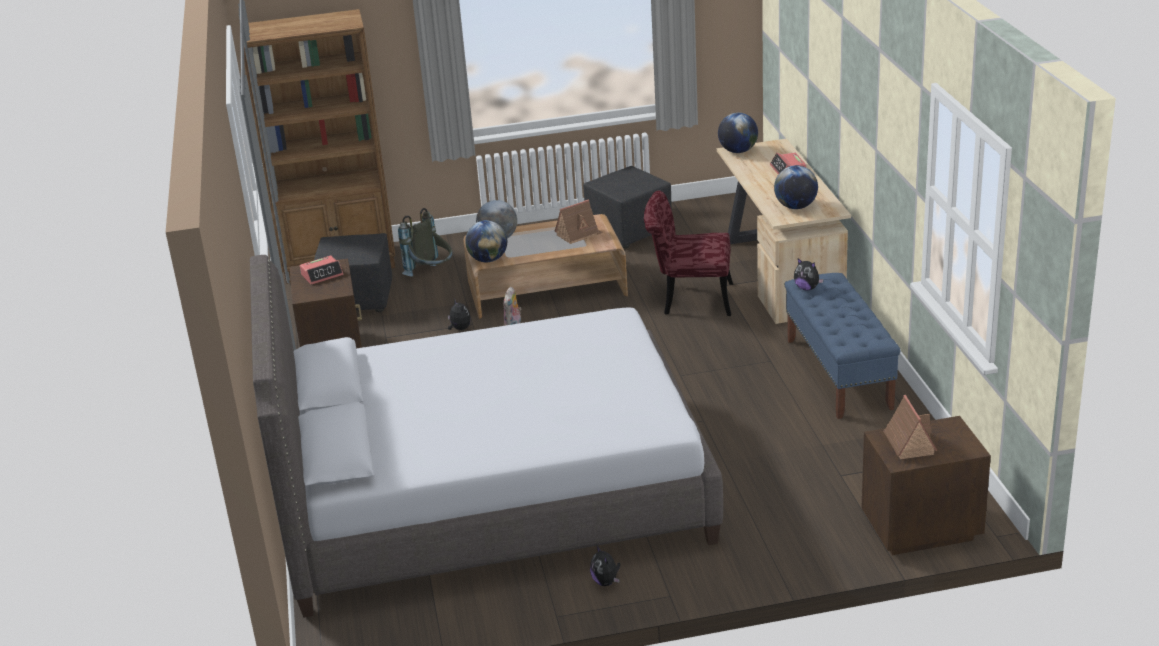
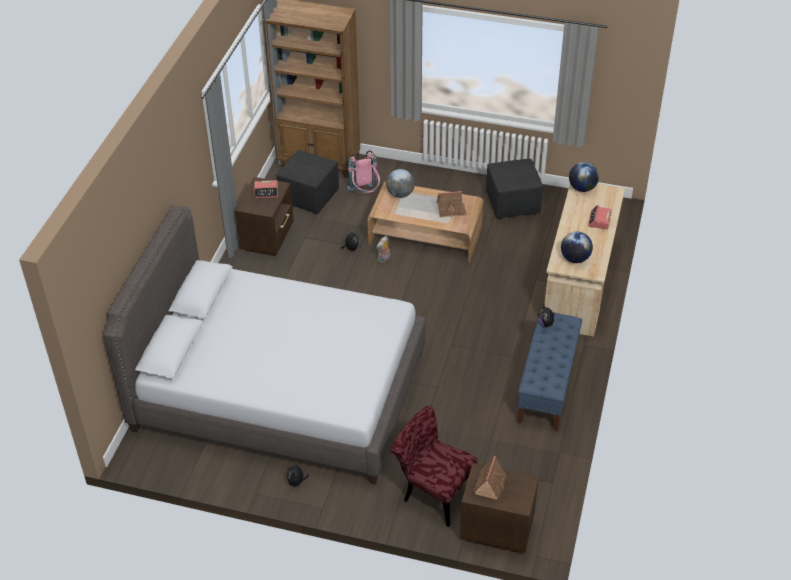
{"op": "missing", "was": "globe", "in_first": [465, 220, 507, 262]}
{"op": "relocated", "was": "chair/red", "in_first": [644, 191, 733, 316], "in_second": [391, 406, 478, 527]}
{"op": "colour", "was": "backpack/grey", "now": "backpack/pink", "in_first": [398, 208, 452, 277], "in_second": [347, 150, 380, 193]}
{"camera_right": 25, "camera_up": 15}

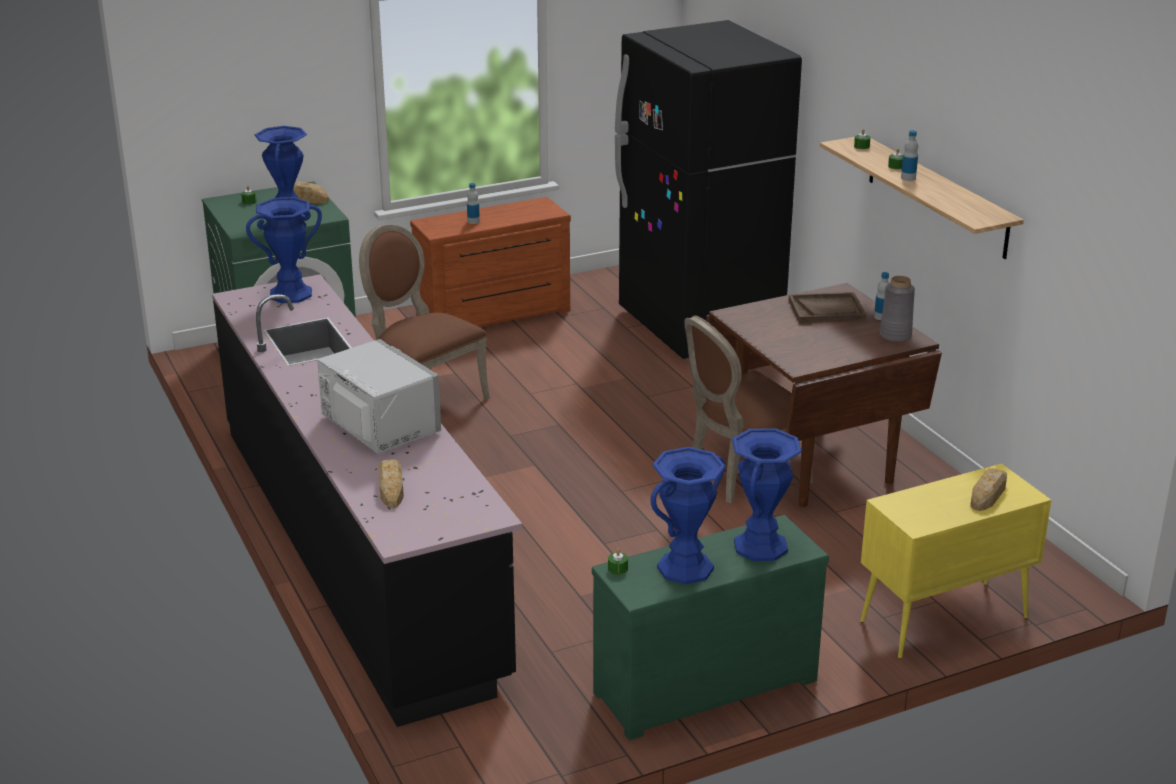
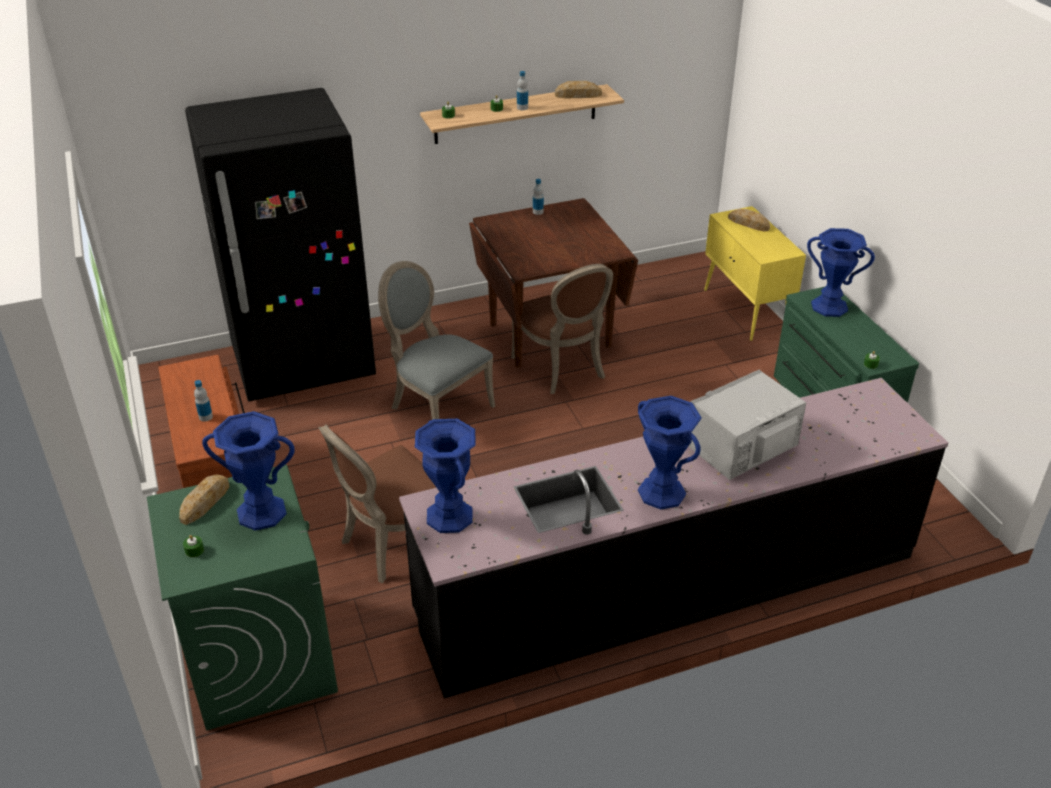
{"op": "missing", "was": "tray/brown", "in_first": [789, 292, 867, 323]}
{"op": "missing", "was": "vase/grey", "in_first": [880, 276, 915, 342]}
{"op": "appeared", "now": "chair/grey", "in_second": [378, 261, 495, 420]}
{"op": "relocated", "was": "bread", "in_first": [378, 459, 404, 508], "in_second": [555, 81, 602, 99]}
{"op": "relocated", "was": "vase/blue", "in_first": [650, 447, 726, 584], "in_second": [638, 396, 702, 510]}
{"camera_right": -85, "camera_up": 10}

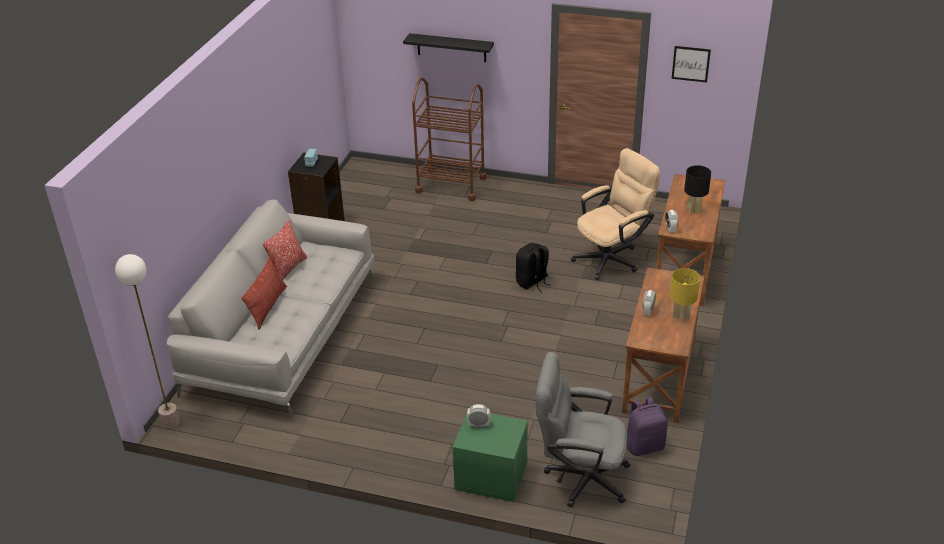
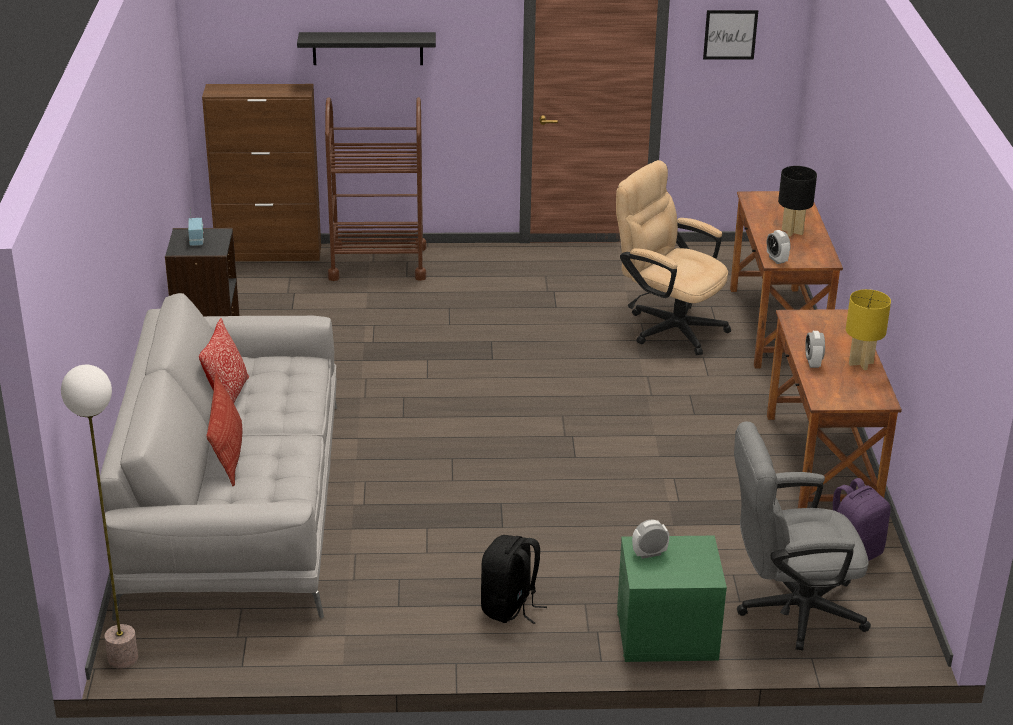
{"op": "appeared", "now": "cabinet/brown", "in_second": [202, 84, 321, 261]}
{"op": "relocated", "was": "backpack/black", "in_first": [516, 243, 552, 292], "in_second": [481, 535, 547, 624]}
{"op": "spun", "was": "office chair/beige", "in_first": [571, 148, 660, 280], "in_second": [616, 160, 731, 355], "clockwise": -90}
{"camera_right": -20, "camera_up": -5}

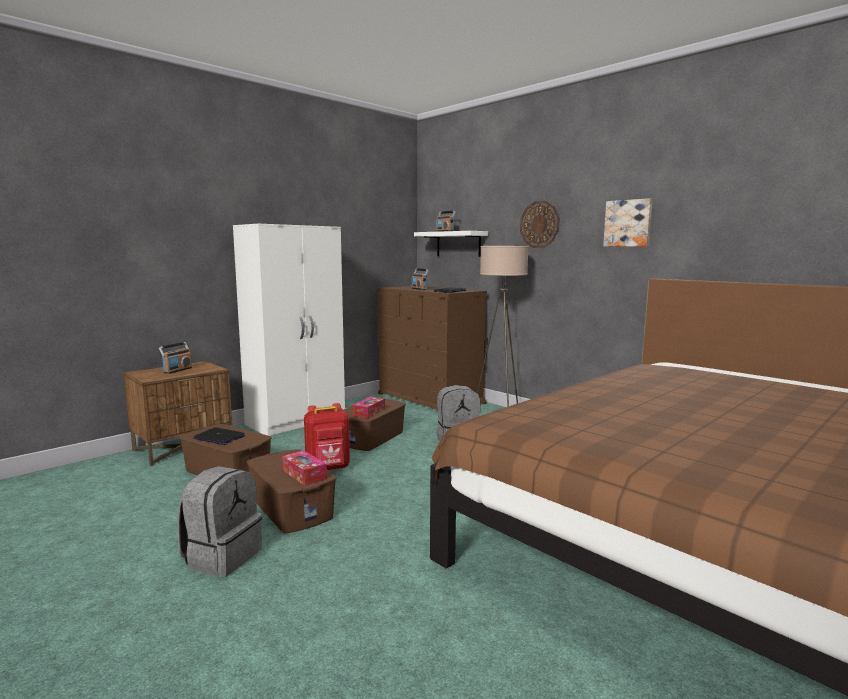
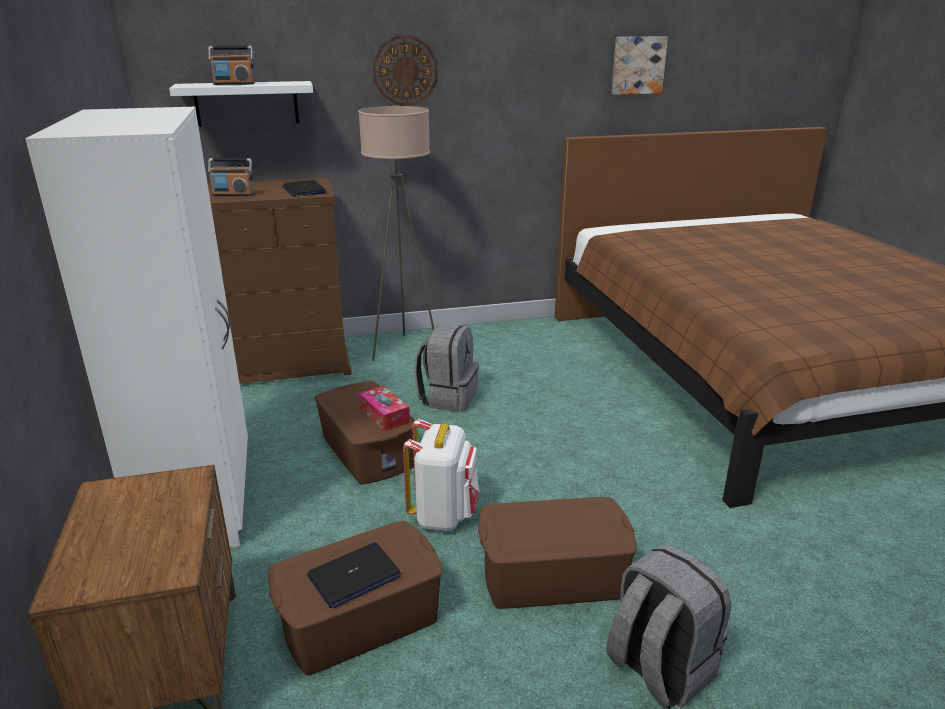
{"op": "missing", "was": "radio", "in_first": [159, 342, 192, 374]}
{"op": "missing", "was": "tissue box", "in_first": [282, 450, 327, 486]}
{"op": "relocated", "was": "picture", "in_first": [603, 198, 653, 247], "in_second": [612, 37, 668, 95]}
{"op": "colour", "was": "backpack/red", "now": "backpack/white", "in_first": [304, 403, 350, 470], "in_second": [403, 419, 480, 531]}
{"camera_right": -60, "camera_up": 15}

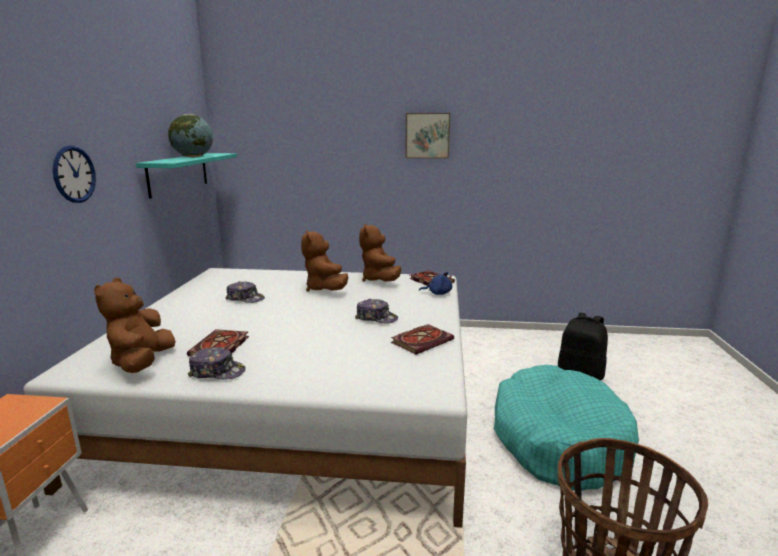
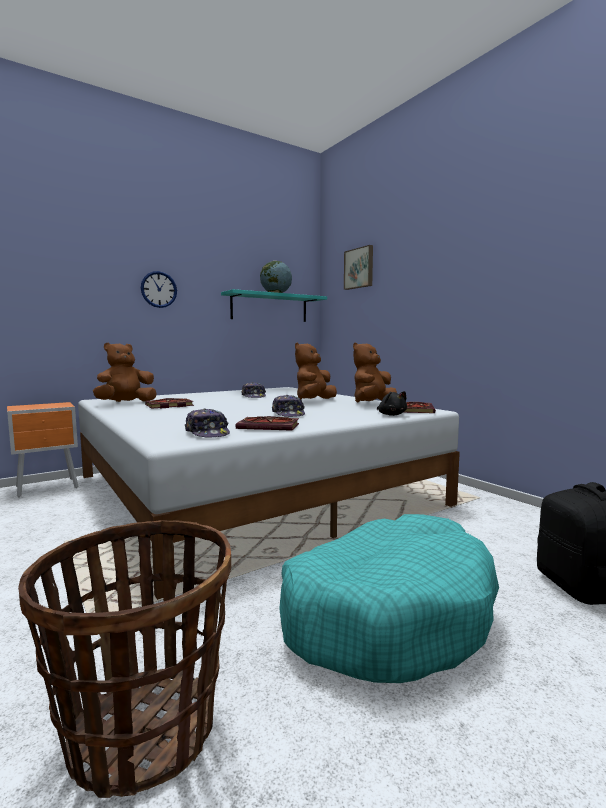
{"op": "relocated", "was": "cap", "in_first": [188, 347, 245, 379], "in_second": [185, 408, 230, 437]}
{"op": "relocated", "was": "picture", "in_first": [405, 113, 450, 159], "in_second": [344, 245, 373, 290]}
{"op": "colour", "was": "plush toy/blue", "now": "plush toy/black", "in_first": [419, 272, 452, 295], "in_second": [377, 391, 407, 416]}
{"camera_right": 50, "camera_up": -10}

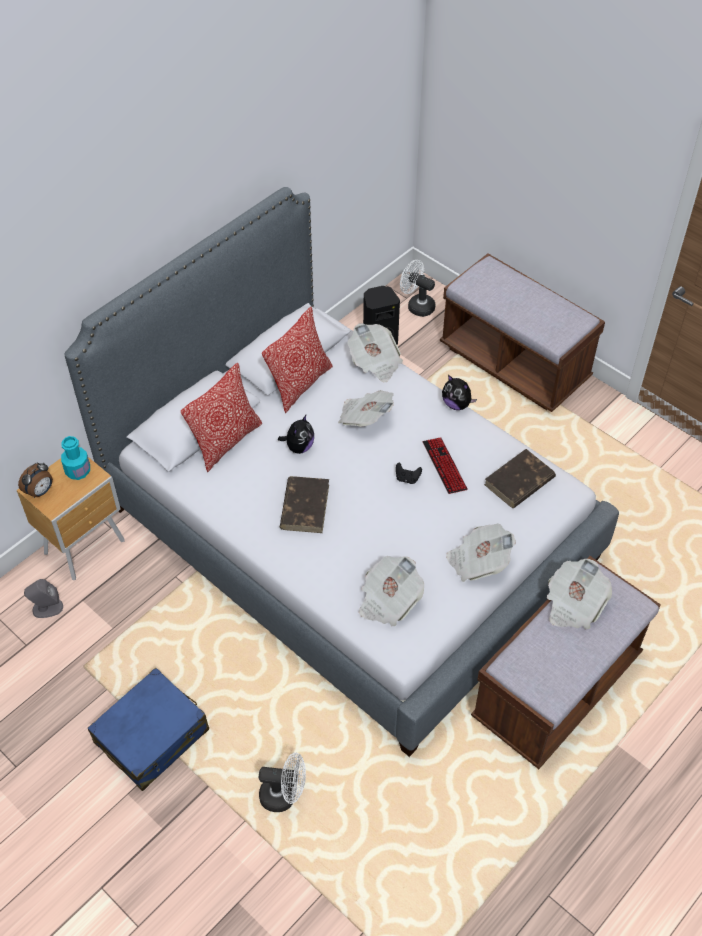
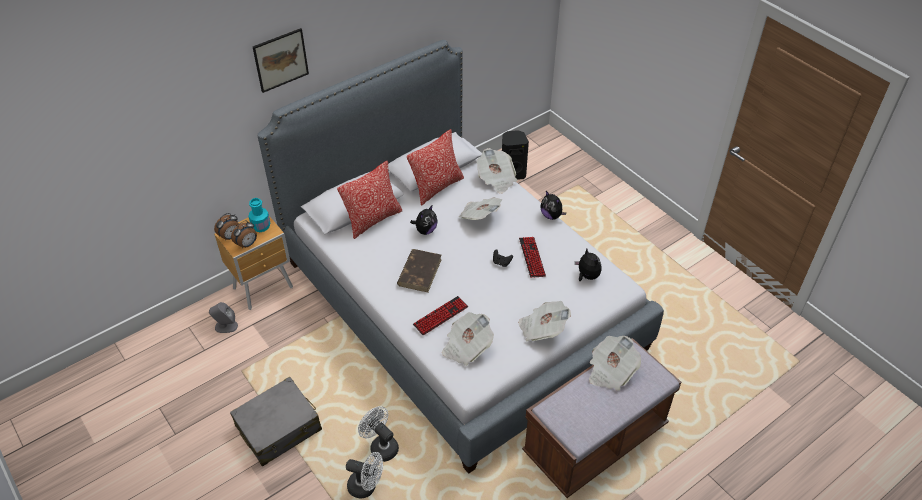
{"op": "missing", "was": "bench/brown", "in_first": [440, 254, 605, 412]}
{"op": "appeared", "now": "alarm clock", "in_second": [231, 221, 257, 249]}
{"op": "appeared", "now": "picture", "in_second": [253, 28, 309, 93]}
{"op": "appeared", "now": "keyboard", "in_second": [413, 296, 468, 336]}
{"op": "relocated", "was": "fan/white", "in_first": [400, 260, 435, 317], "in_second": [358, 406, 399, 462]}
{"op": "exchanged", "was": "book/brown", "now": "plush toy", "in_first": [484, 449, 556, 508], "in_second": [575, 249, 601, 281]}
{"op": "colour", "was": "suitcase/blue", "now": "suitcase/grey", "in_first": [88, 668, 209, 791], "in_second": [230, 377, 322, 466]}
{"camera_right": 10, "camera_up": -5}

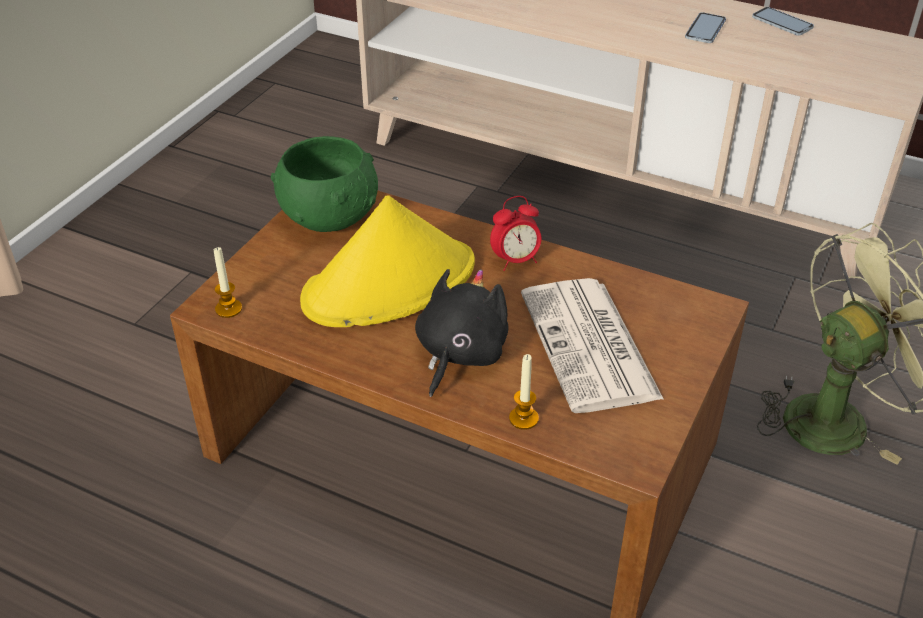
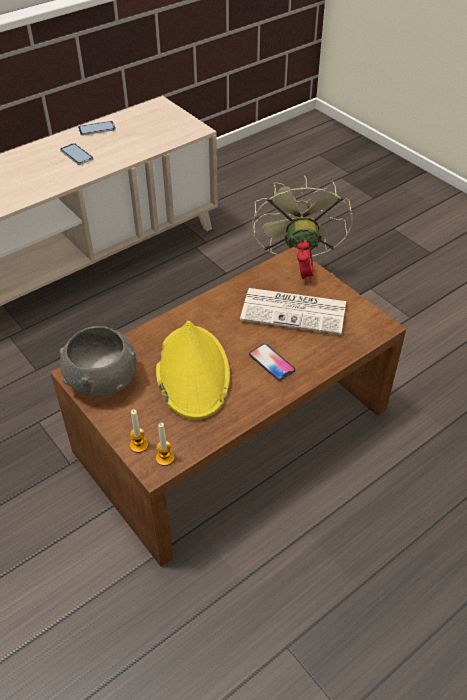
{"op": "relocated", "was": "alarm clock", "in_first": [490, 196, 541, 271], "in_second": [297, 240, 314, 283]}
{"op": "relocated", "was": "candle", "in_first": [509, 354, 539, 430], "in_second": [130, 409, 148, 453]}
{"op": "exchanged", "was": "plush toy/black", "now": "phone", "in_first": [415, 269, 509, 397], "in_second": [249, 344, 296, 381]}
{"op": "colour", "was": "bowl/green", "now": "bowl/grey", "in_first": [271, 136, 378, 232], "in_second": [59, 326, 136, 397]}
{"camera_right": -65, "camera_up": 5}

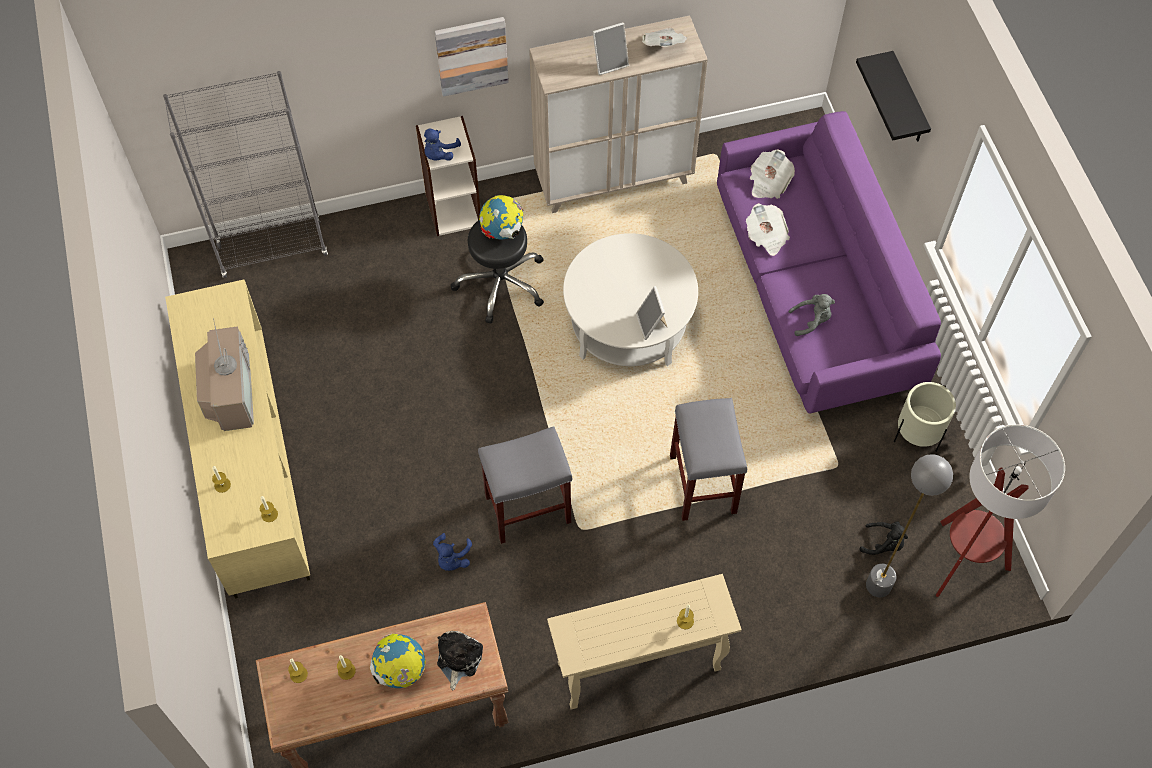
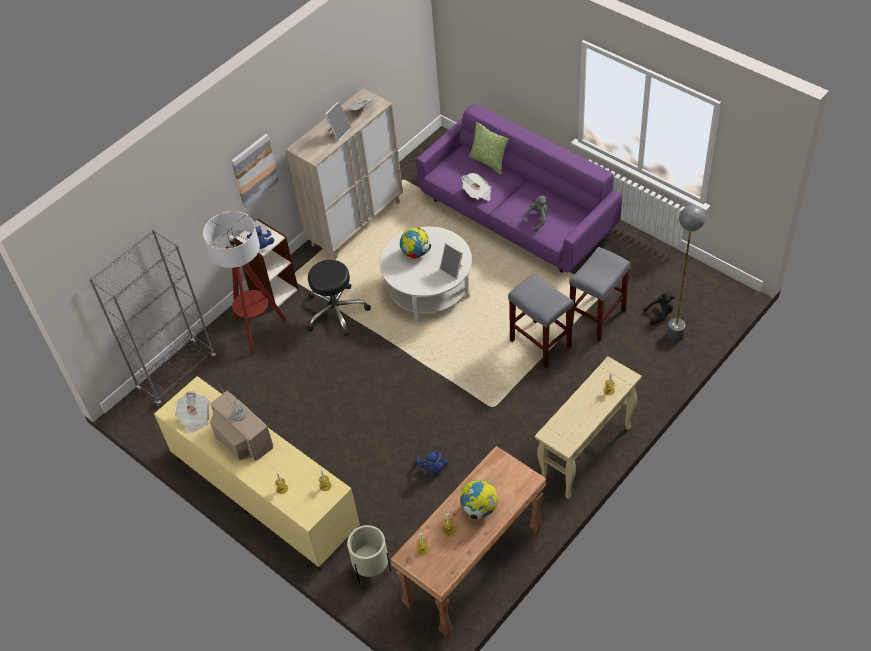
{"op": "missing", "was": "plush toy", "in_first": [437, 631, 483, 690]}
{"op": "missing", "was": "shelf/black", "in_first": [856, 51, 931, 142]}
{"op": "appeared", "now": "pillow", "in_second": [469, 122, 508, 174]}
{"op": "relocated", "was": "stool/grey", "in_first": [478, 426, 572, 544], "in_second": [569, 247, 630, 342]}
{"op": "relocated", "was": "globe", "in_first": [479, 195, 524, 240], "in_second": [400, 227, 431, 259]}
{"op": "relocated", "was": "newspaper", "in_first": [750, 149, 795, 199], "in_second": [175, 391, 210, 434]}
{"op": "relocated", "was": "planter/beige", "in_first": [894, 382, 956, 452], "in_second": [347, 525, 391, 583]}
{"op": "relocated", "was": "floor lamp", "in_first": [935, 424, 1065, 597], "in_second": [203, 211, 287, 355]}
{"camera_right": -30, "camera_up": -10}

